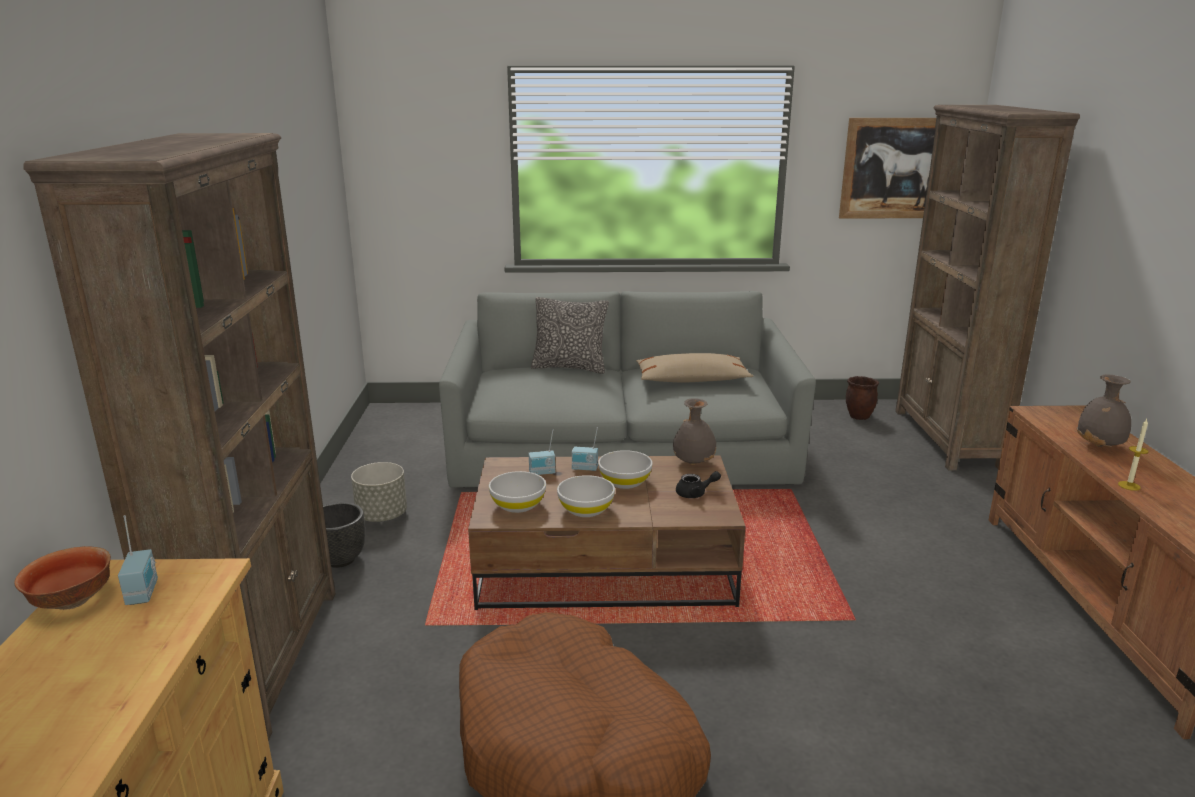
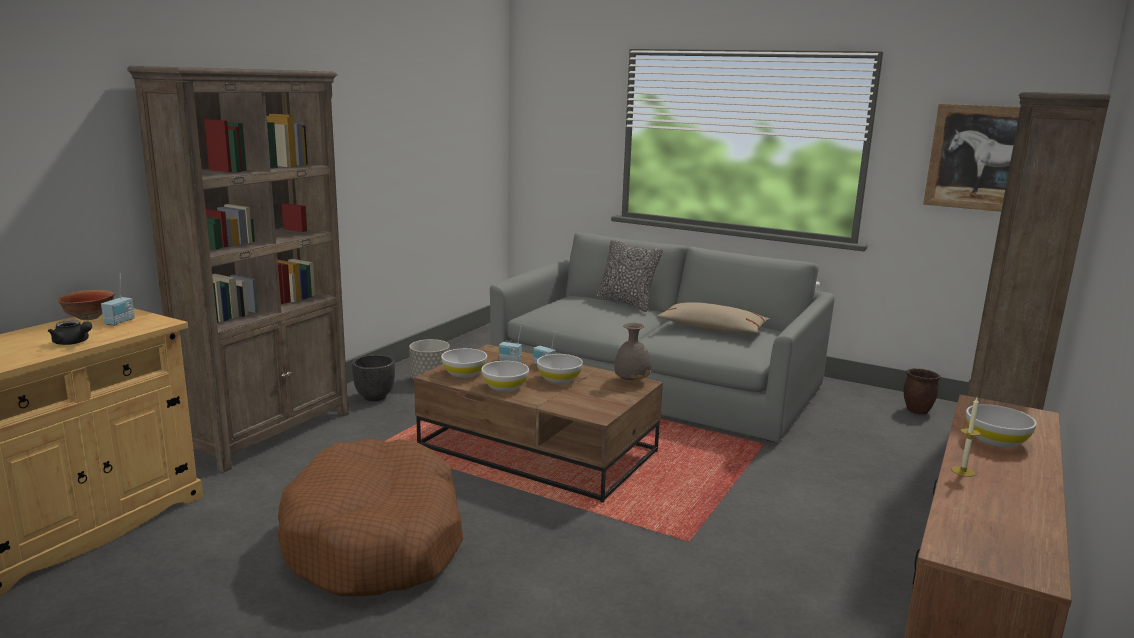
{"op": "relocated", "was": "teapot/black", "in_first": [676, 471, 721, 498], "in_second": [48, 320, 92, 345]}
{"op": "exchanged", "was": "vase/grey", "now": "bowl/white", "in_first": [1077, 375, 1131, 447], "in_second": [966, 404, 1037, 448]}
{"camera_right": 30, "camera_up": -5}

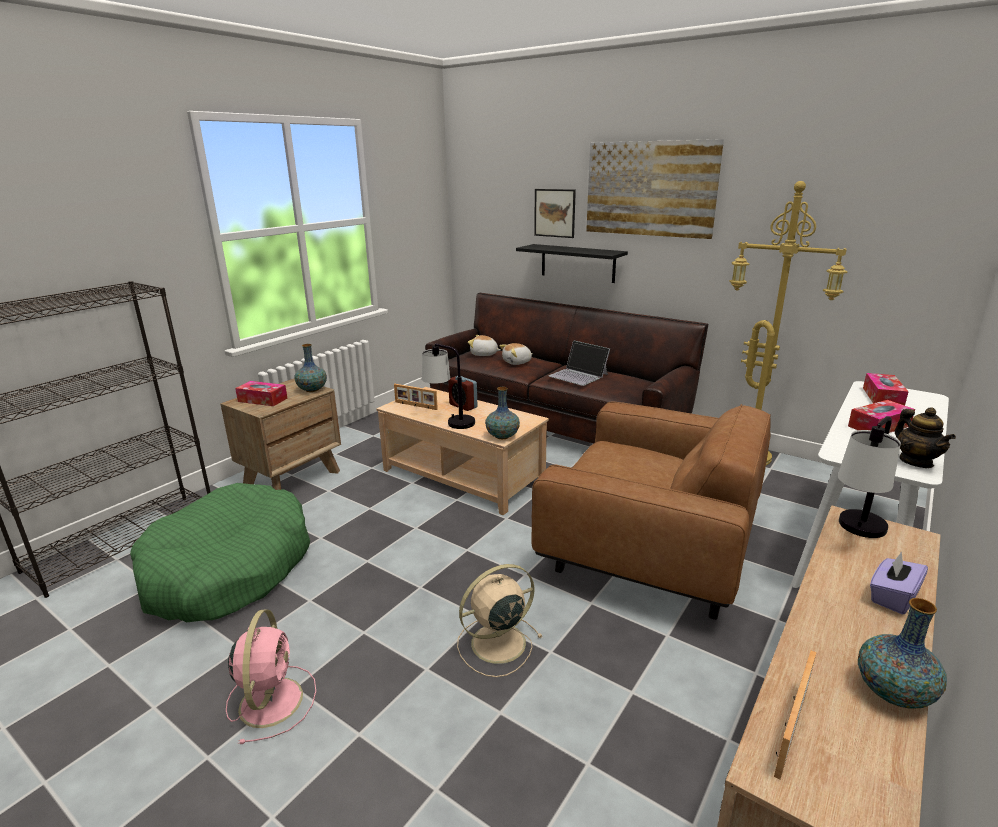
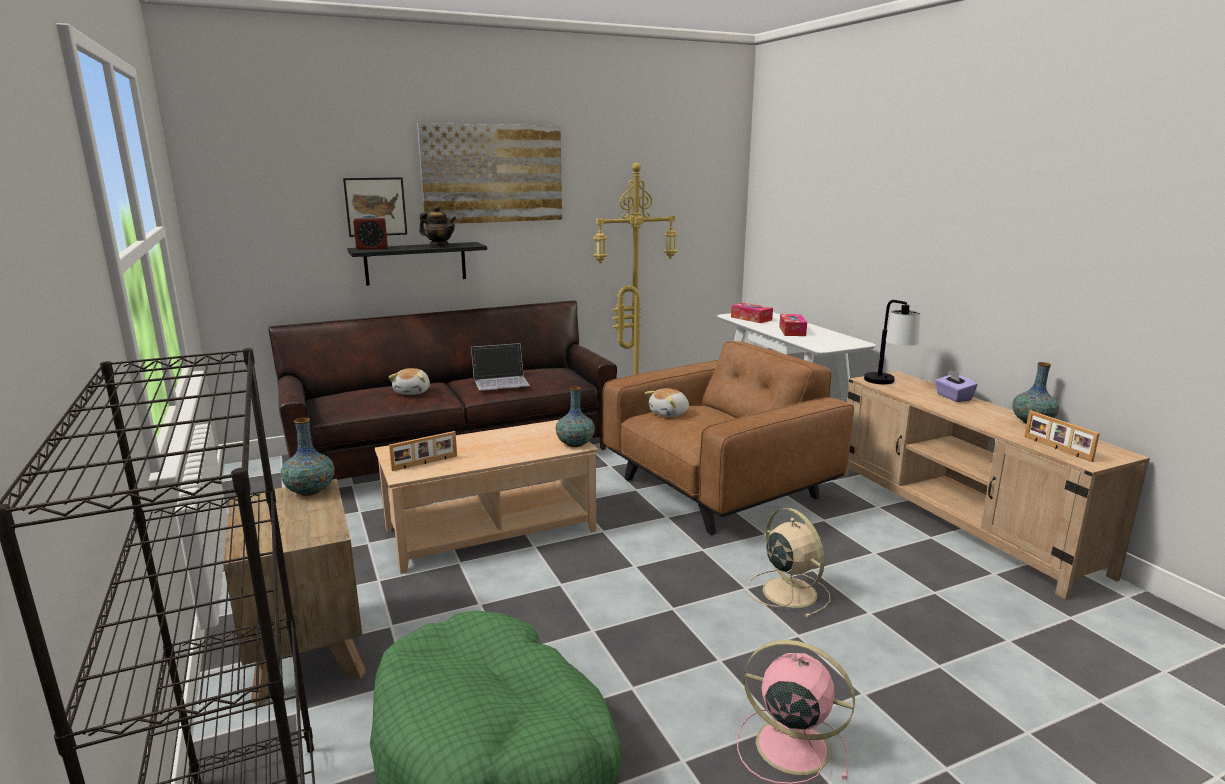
{"op": "missing", "was": "tissue box", "in_first": [235, 381, 287, 406]}
{"op": "missing", "was": "table lamp", "in_first": [422, 343, 475, 429]}
{"op": "relocated", "was": "alarm clock", "in_first": [448, 376, 477, 411], "in_second": [353, 215, 388, 250]}
{"op": "relocated", "was": "plush toy", "in_first": [468, 335, 501, 356], "in_second": [645, 388, 689, 417]}
{"op": "relocated", "was": "teapot", "in_first": [895, 407, 956, 468], "in_second": [419, 205, 456, 246]}
{"op": "spun", "was": "fan/beige", "in_first": [457, 564, 543, 677], "in_second": [747, 508, 830, 618], "clockwise": 150}
{"camera_right": -60, "camera_up": -5}

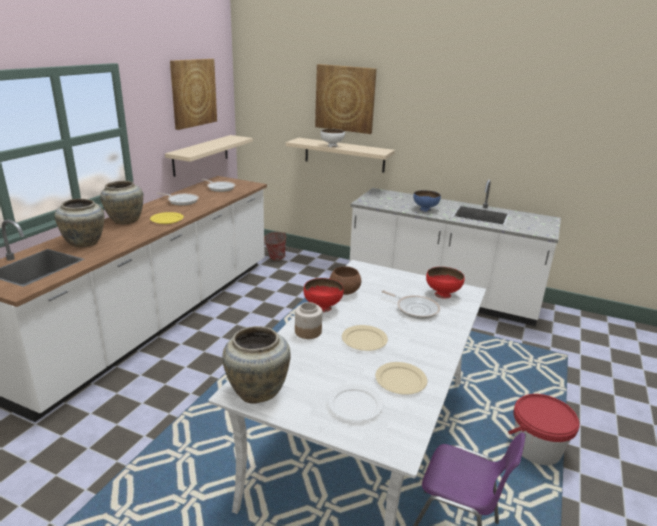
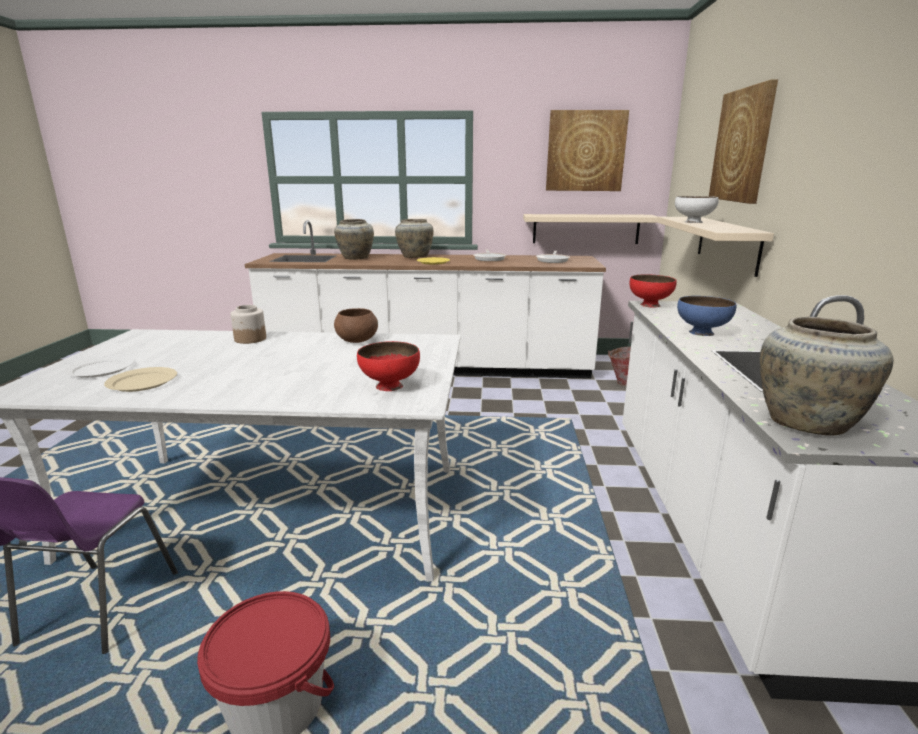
{"op": "missing", "was": "plate/beige", "in_first": [342, 325, 388, 351]}
{"op": "missing", "was": "frying pan", "in_first": [381, 290, 440, 319]}
{"op": "relocated", "was": "vase/beige", "in_first": [222, 326, 290, 404], "in_second": [760, 317, 893, 436]}
{"op": "relocated", "was": "bowl/red", "in_first": [304, 278, 344, 312], "in_second": [629, 274, 677, 308]}
{"camera_right": 70, "camera_up": -5}

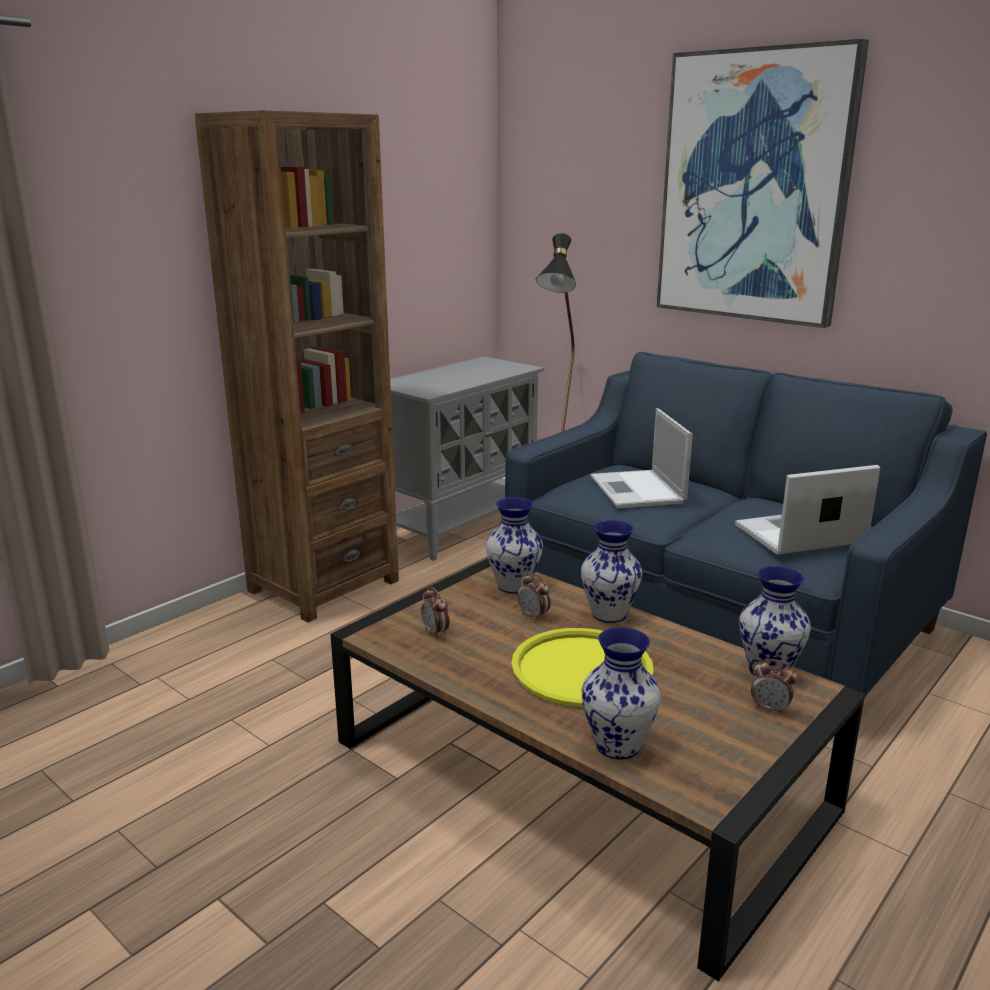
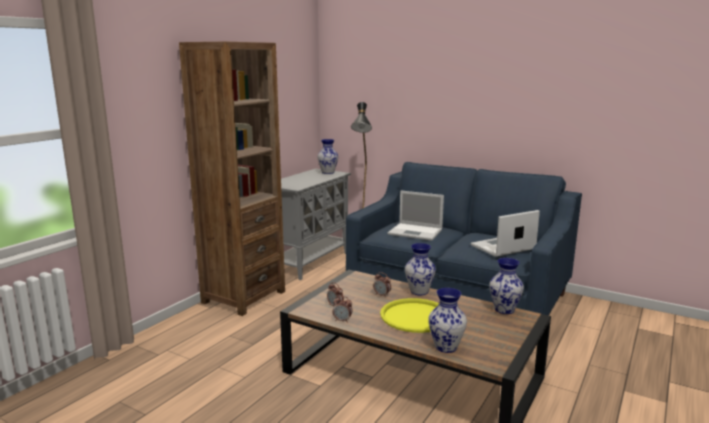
{"op": "missing", "was": "picture", "in_first": [657, 39, 869, 328]}
{"op": "relocated", "was": "vase", "in_first": [486, 497, 543, 594], "in_second": [317, 139, 338, 174]}
{"op": "relocated", "was": "alarm clock", "in_first": [751, 659, 797, 715], "in_second": [332, 296, 353, 323]}
{"op": "spun", "was": "laptop", "in_first": [590, 408, 693, 508], "in_second": [387, 191, 444, 241], "clockwise": -45}
{"camera_right": -10, "camera_up": -5}

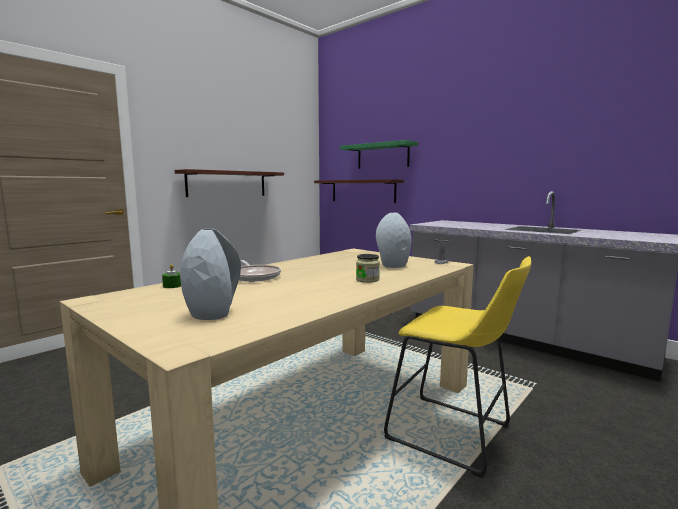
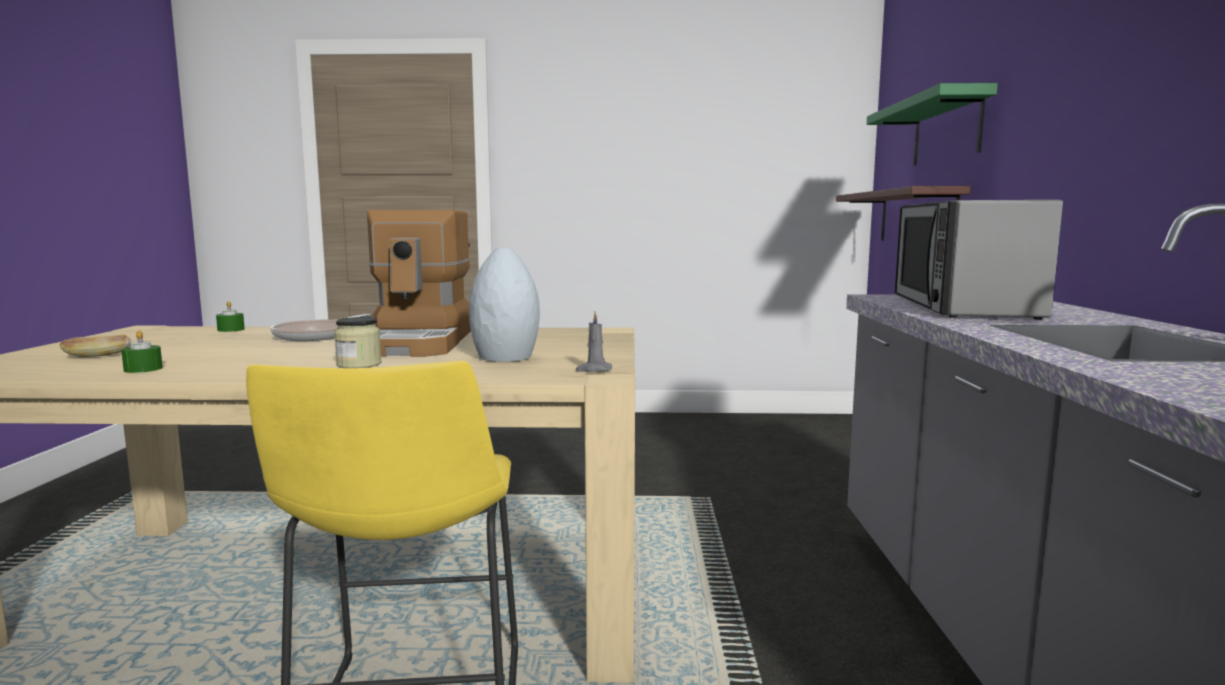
{"op": "missing", "was": "shelf", "in_first": [175, 169, 284, 197]}
{"op": "appeared", "now": "candle/green", "in_second": [121, 330, 163, 373]}
{"op": "appeared", "now": "coffee machine", "in_second": [367, 210, 471, 357]}
{"op": "appeared", "now": "microwave", "in_second": [895, 200, 1063, 319]}
{"op": "exchanged", "was": "vase/grey", "now": "bread", "in_first": [180, 228, 241, 320], "in_second": [60, 334, 131, 357]}
{"camera_right": 50, "camera_up": 0}

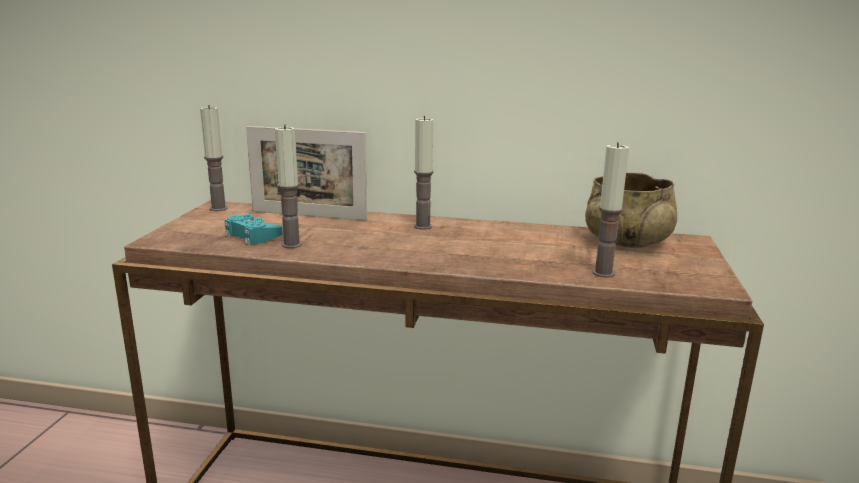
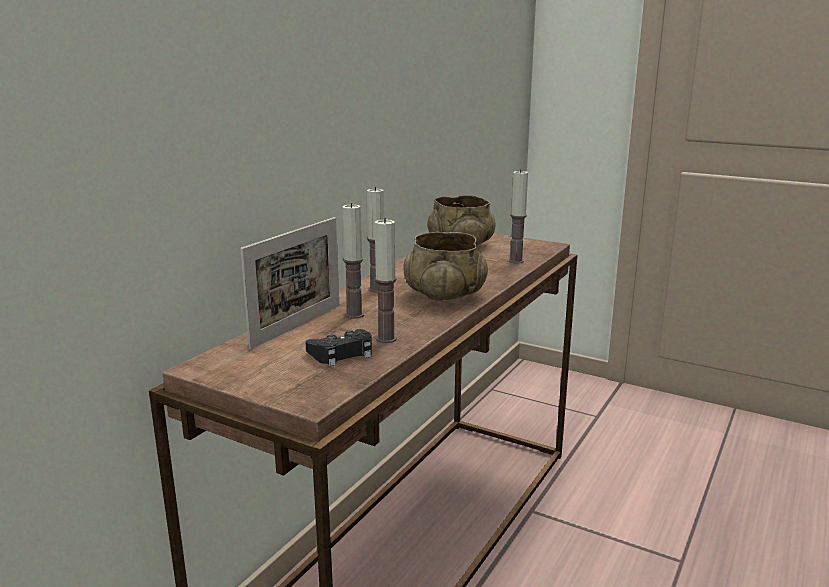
{"op": "appeared", "now": "bowl/beige", "in_second": [404, 232, 488, 302]}
{"op": "relocated", "was": "candle", "in_first": [200, 105, 228, 211], "in_second": [342, 203, 364, 319]}
{"op": "colour", "was": "game controller/turquoise", "now": "game controller/black", "in_first": [225, 214, 283, 245], "in_second": [306, 329, 372, 366]}
{"camera_right": -70, "camera_up": 0}

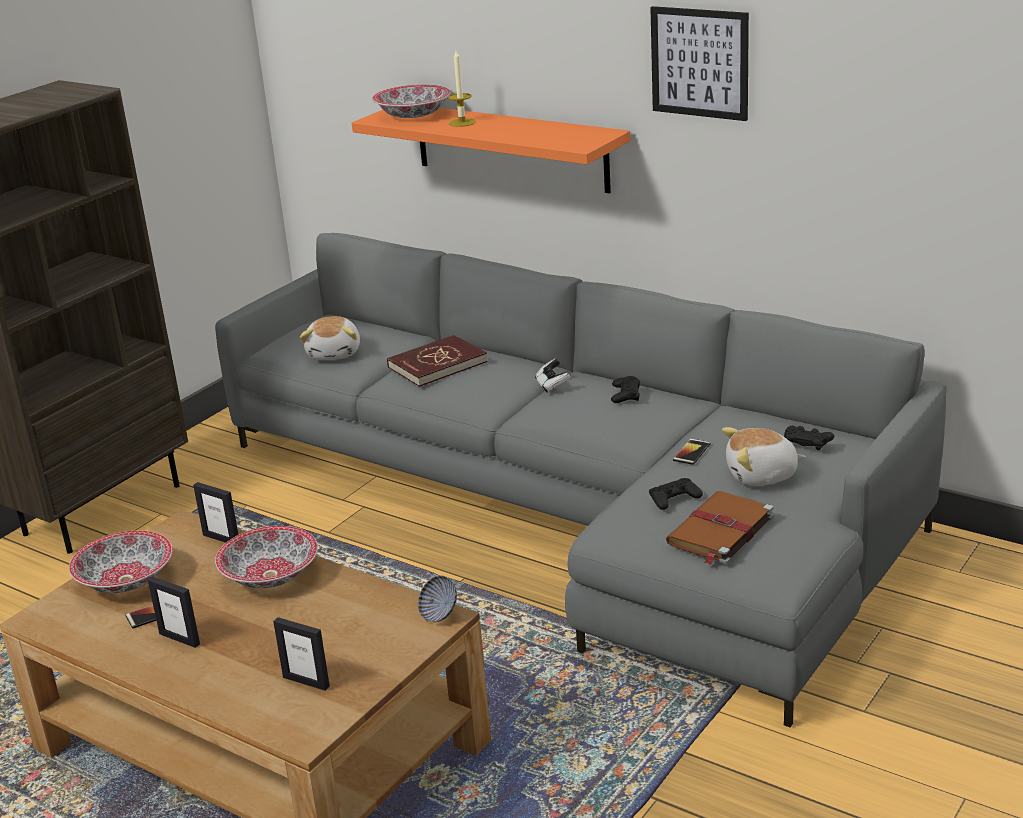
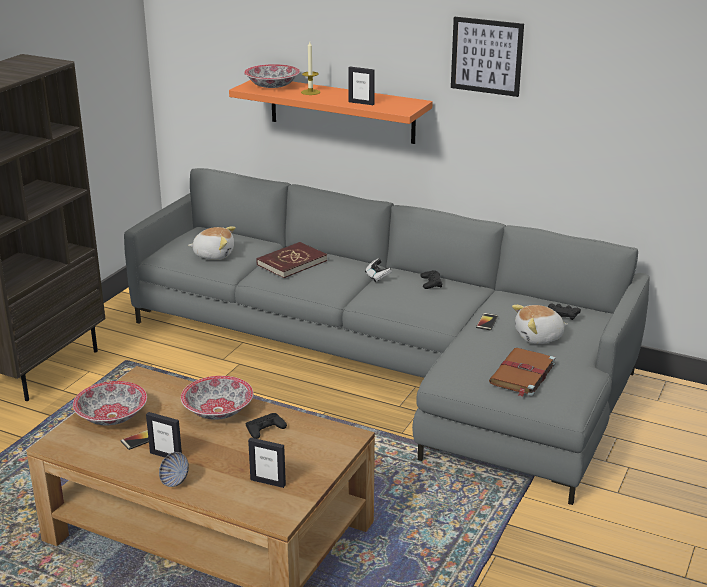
{"op": "relocated", "was": "picture frame", "in_first": [193, 482, 239, 543], "in_second": [349, 67, 375, 105]}
{"op": "relocated", "was": "bowl", "in_first": [418, 576, 457, 622], "in_second": [159, 452, 189, 487]}
{"op": "relocated", "was": "game controller/black", "in_first": [649, 478, 703, 510], "in_second": [246, 413, 287, 439]}
{"op": "spun", "was": "plush toy", "in_first": [300, 316, 360, 360], "in_second": [188, 226, 236, 260], "clockwise": -75}
{"camera_right": -10, "camera_up": 0}

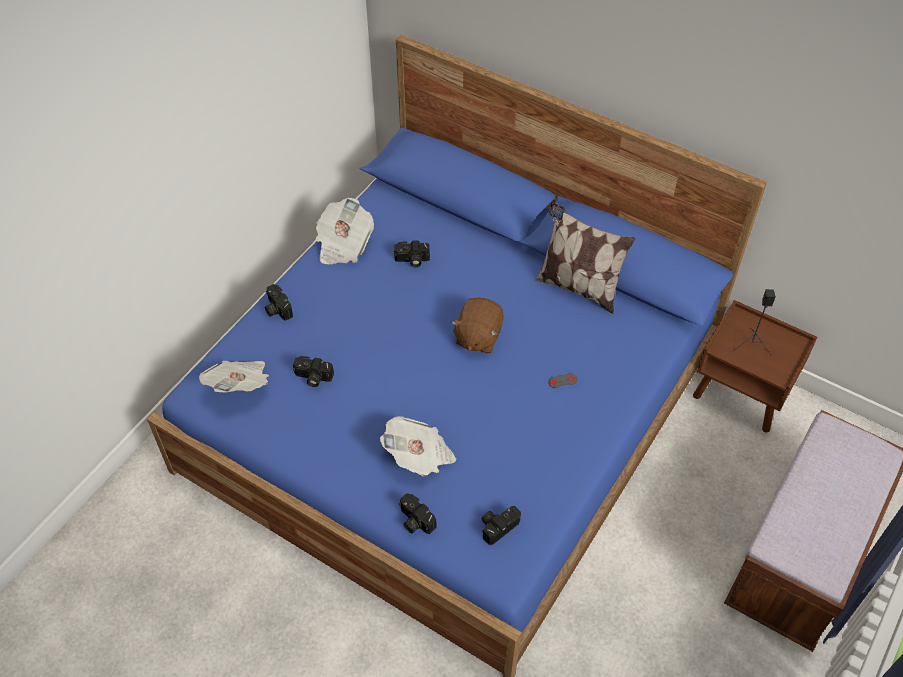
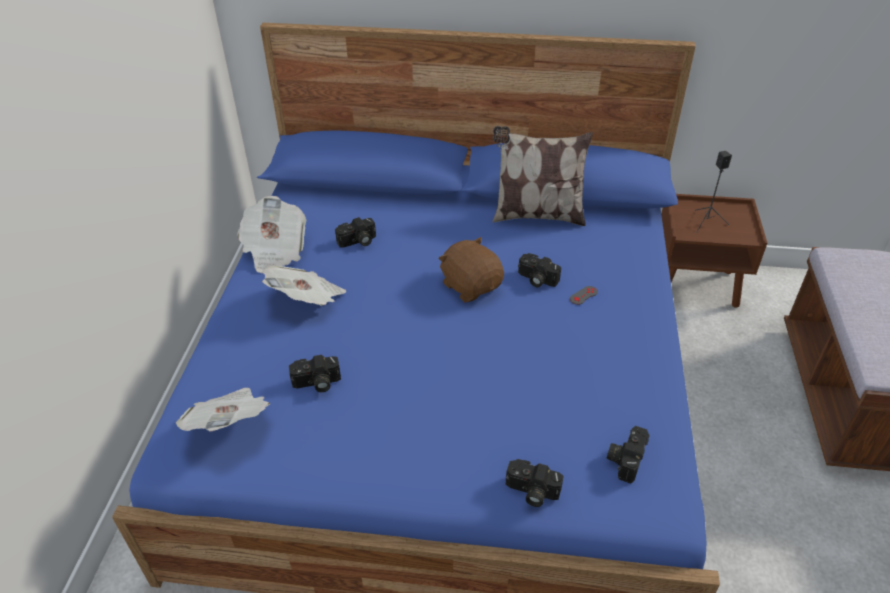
{"op": "relocated", "was": "photo camera", "in_first": [265, 284, 293, 321], "in_second": [518, 253, 561, 287]}
{"op": "relocated", "was": "newspaper", "in_first": [380, 416, 456, 476], "in_second": [262, 265, 346, 306]}
{"op": "spun", "was": "plush toy/brown", "in_first": [451, 297, 504, 353], "in_second": [439, 237, 504, 302], "clockwise": 150}
{"camera_right": -25, "camera_up": -10}

